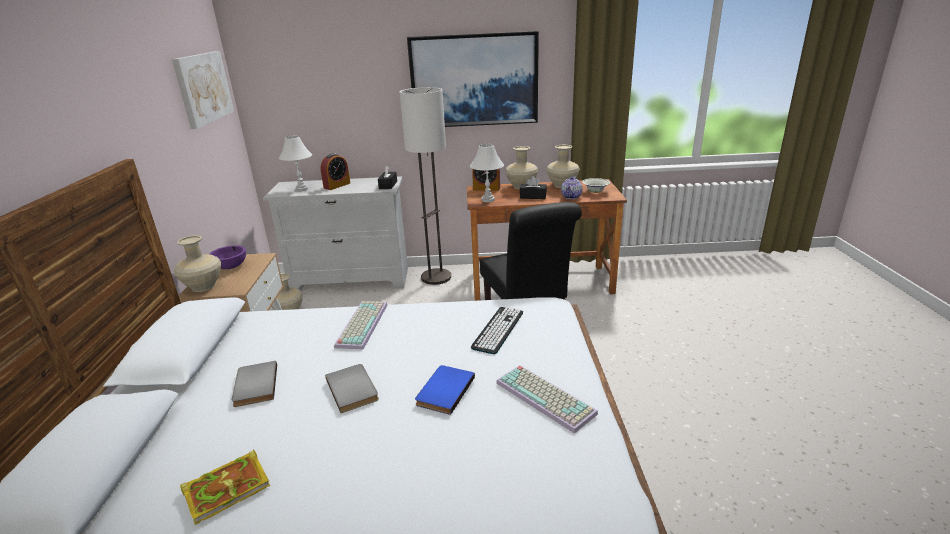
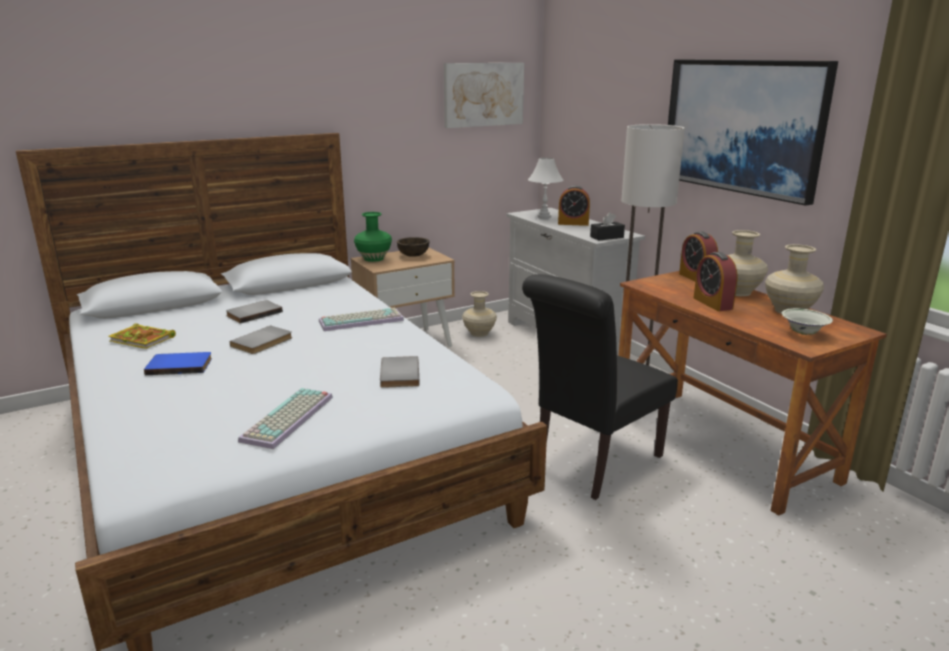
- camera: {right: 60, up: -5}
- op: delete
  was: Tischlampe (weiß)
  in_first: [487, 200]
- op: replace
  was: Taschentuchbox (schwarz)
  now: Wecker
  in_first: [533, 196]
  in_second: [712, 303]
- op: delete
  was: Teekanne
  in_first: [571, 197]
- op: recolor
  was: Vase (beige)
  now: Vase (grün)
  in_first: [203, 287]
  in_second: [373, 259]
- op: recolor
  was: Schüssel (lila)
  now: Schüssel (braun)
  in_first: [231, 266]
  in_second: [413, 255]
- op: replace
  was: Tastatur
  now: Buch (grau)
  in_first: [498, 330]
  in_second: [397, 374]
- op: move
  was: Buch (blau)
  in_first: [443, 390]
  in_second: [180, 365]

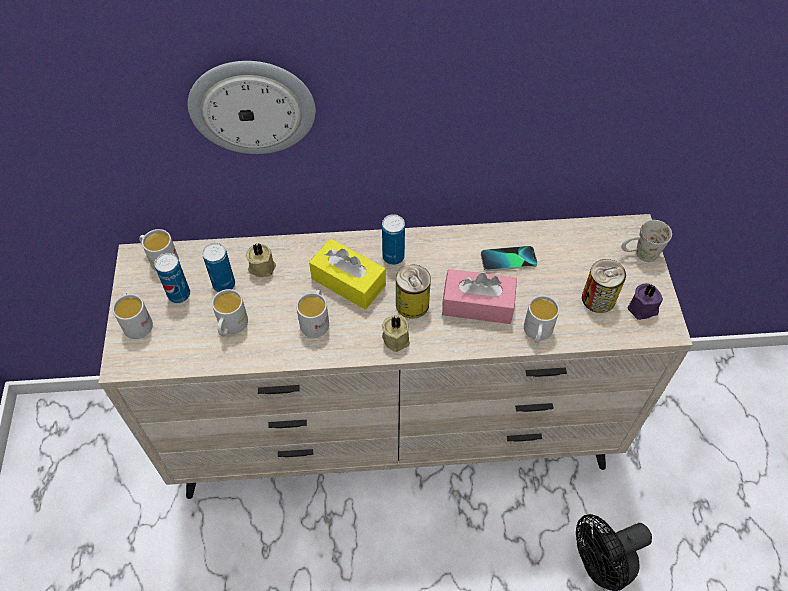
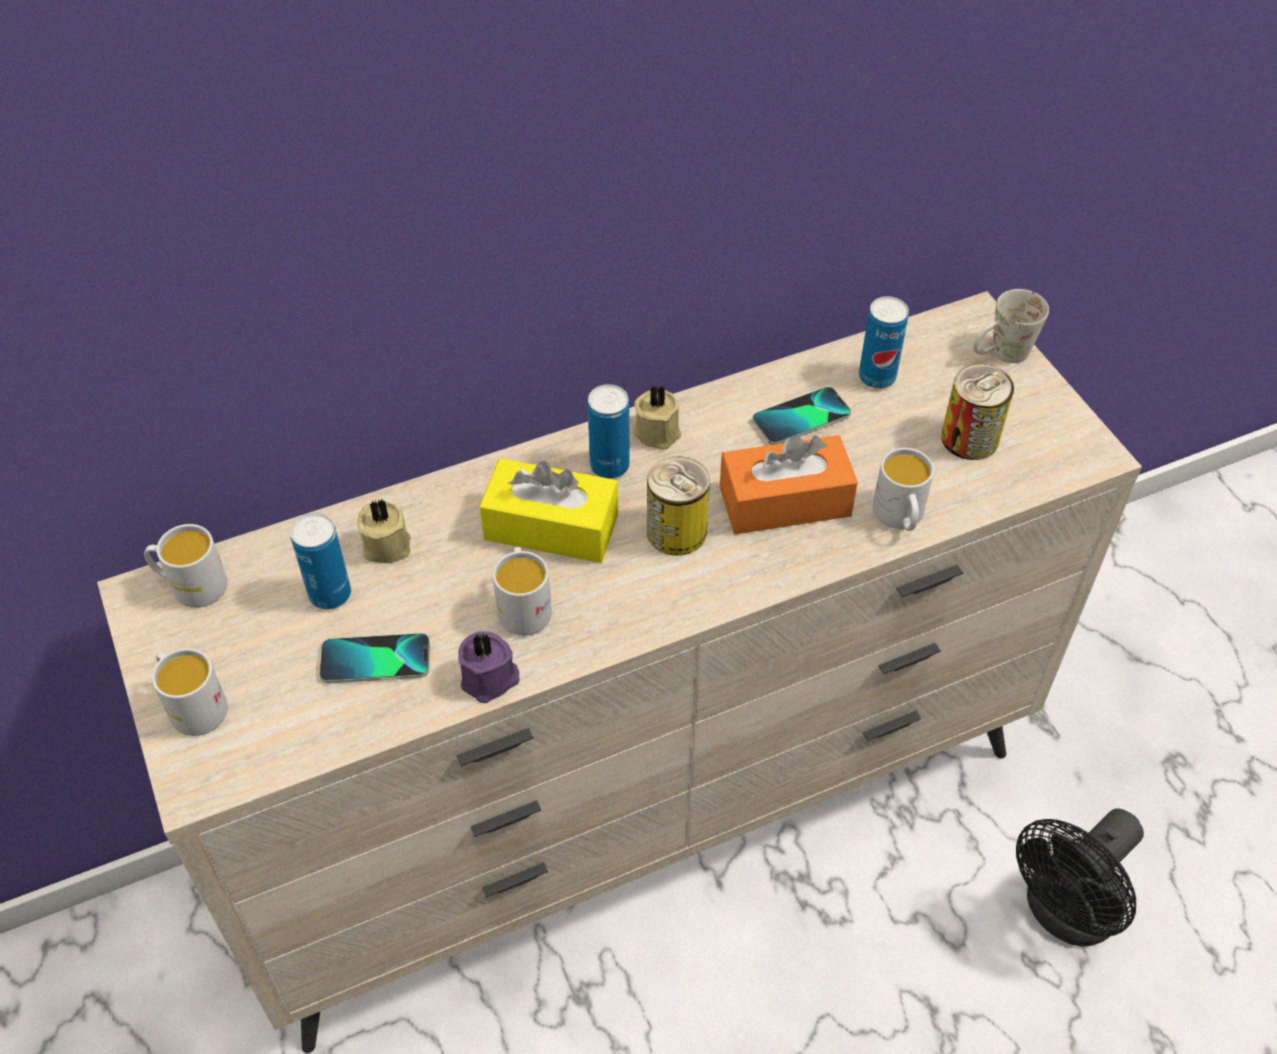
- camera: {right: -20, up: -5}
- op: delete
  was: Wanduhr
  in_first: [252, 106]
- op: move
  was: Dose
  in_first: [179, 294]
  in_second: [877, 377]
- op: recolor
  was: Taschentuchbox (rosa)
  now: Taschentuchbox (orange)
  in_first: [477, 304]
  in_second: [785, 501]
- op: move
  was: Kerze (lila)
  in_first: [643, 309]
  in_second: [490, 680]
- op: replace
  was: Henkelbecher (weiß)
  now: Handy
  in_first: [231, 326]
  in_second: [375, 660]
- op: move
  was: Kerze (beige)
  in_first: [396, 338]
  in_second: [657, 431]

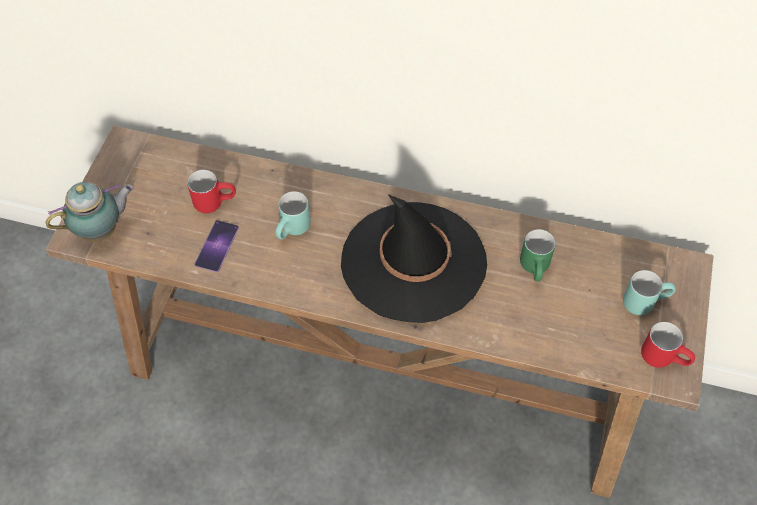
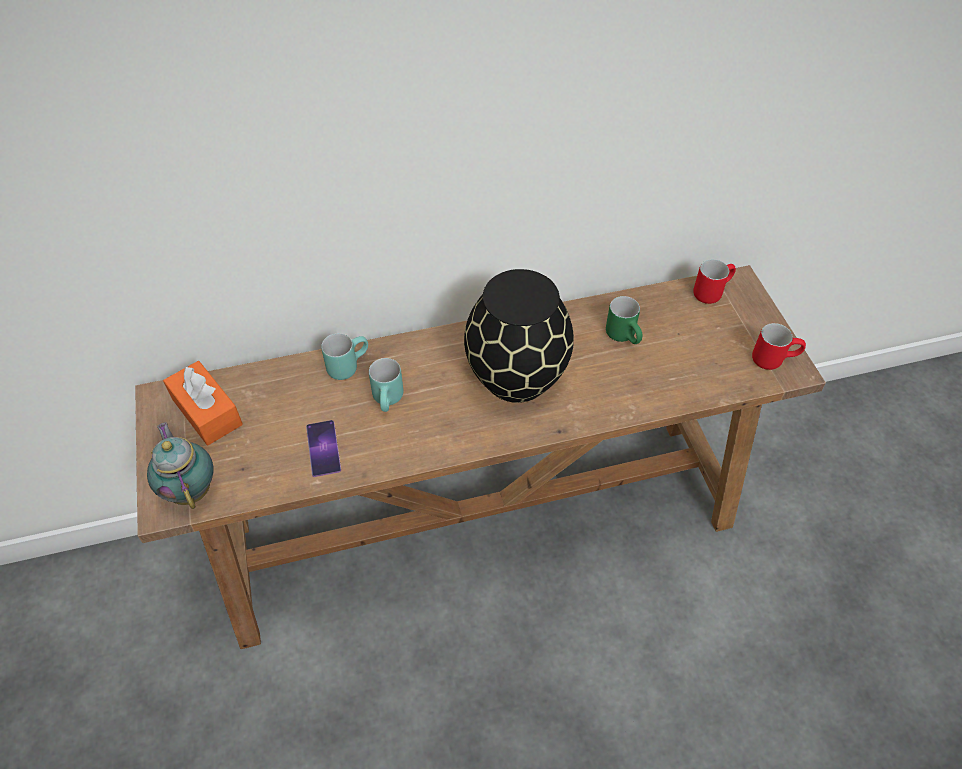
- camera: {right: -30, up: -5}
- op: move
  was: Henkelbecher (rot)
  in_first: [215, 201]
  in_second: [710, 291]
- op: rotate
  was: Teekanne
  in_first: [102, 230]
  in_second: [191, 488]
  clockwise: -60
- op: replace
  was: Hut (schwarz)
  now: Vase (schwarz)
  in_first: [413, 261]
  in_second: [518, 377]
- op: move
  was: Henkelbecher (türkis)
  in_first: [644, 300]
  in_second: [347, 365]
- op: insert
  now: Taschentuchbox (orange)
  in_second: [207, 412]

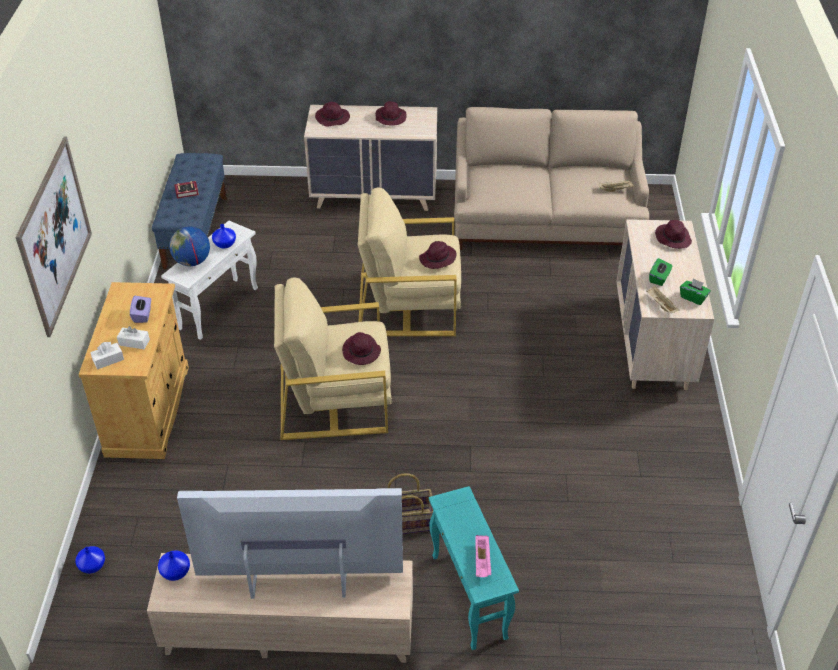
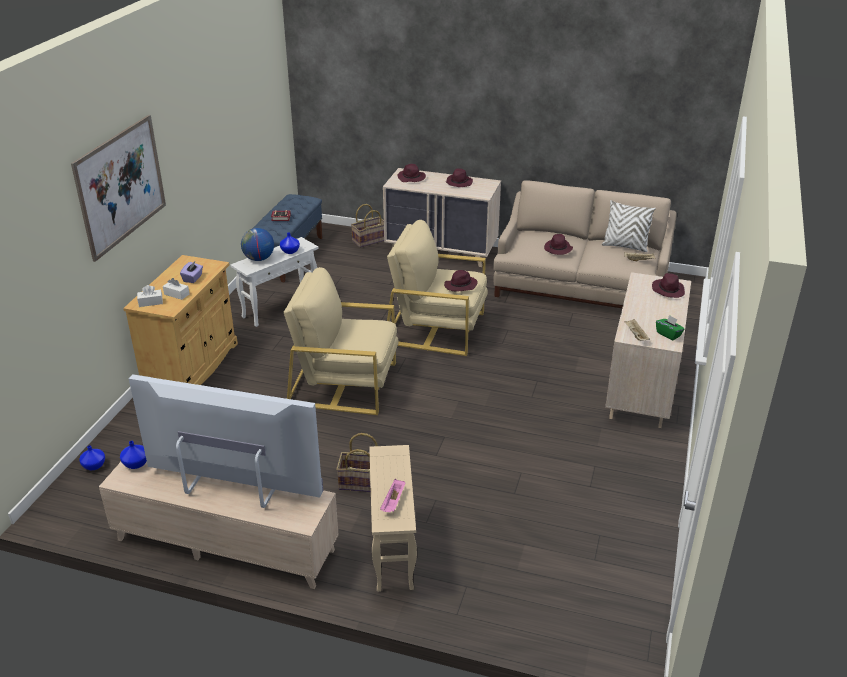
- camera: {right: 15, up: -10}
- op: delete
  was: Taschentuchbox (grün)
  in_first: [659, 278]
- op: move
  was: Hut (lila)
  in_first: [361, 352]
  in_second: [558, 249]
- op: recolor
  was: Beistelltisch (türkis)
  now: Beistelltisch (beige)
  in_first: [469, 596]
  in_second: [393, 549]
- op: insert
  now: Kissen (weiß)
  in_second: [625, 246]
- op: insert
  now: Korb
  in_second: [369, 240]

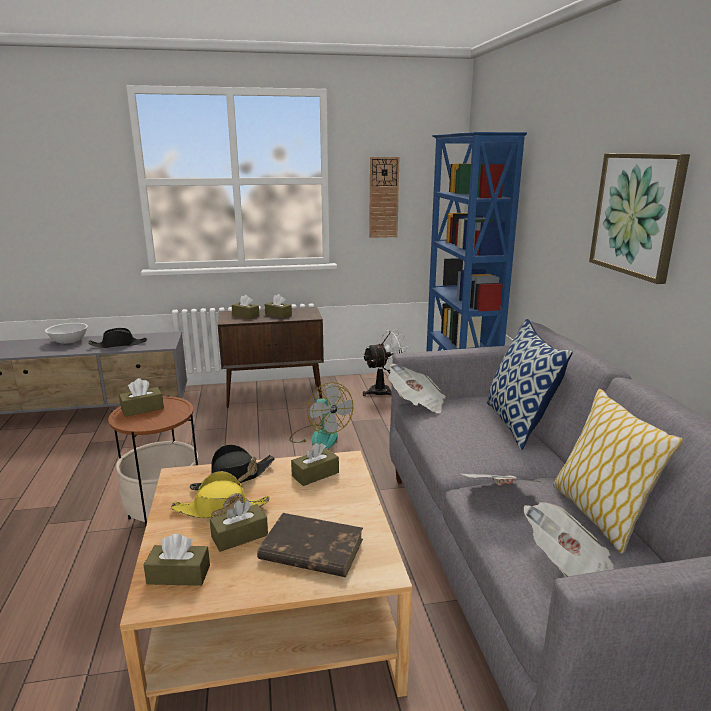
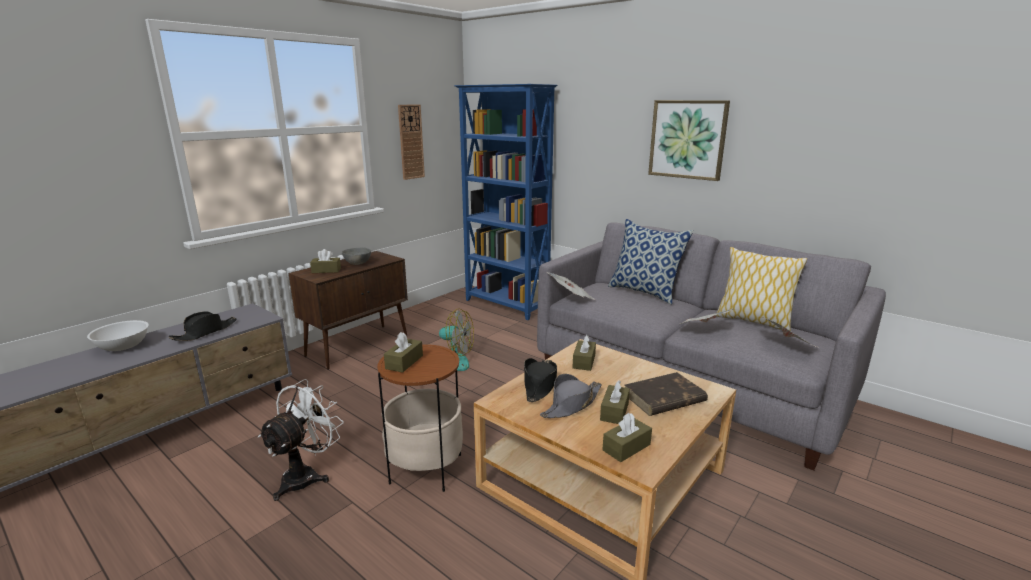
- camera: {right: -40, up: 0}
- op: replace
  was: Taschentuchbox (braun)
  now: Schüssel (grau)
  in_first: [278, 315]
  in_second: [357, 263]
- op: move
  was: Ventilator (weiß)
  in_first: [385, 391]
  in_second: [306, 476]
- op: recolor
  was: Hut (gelb)
  now: Hut (grau)
  in_first: [220, 509]
  in_second: [571, 405]

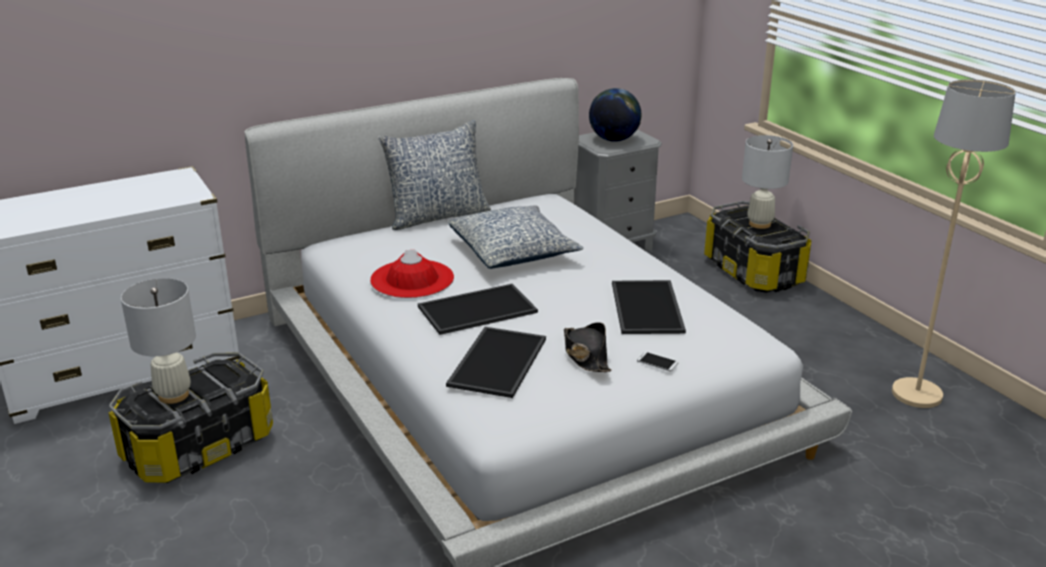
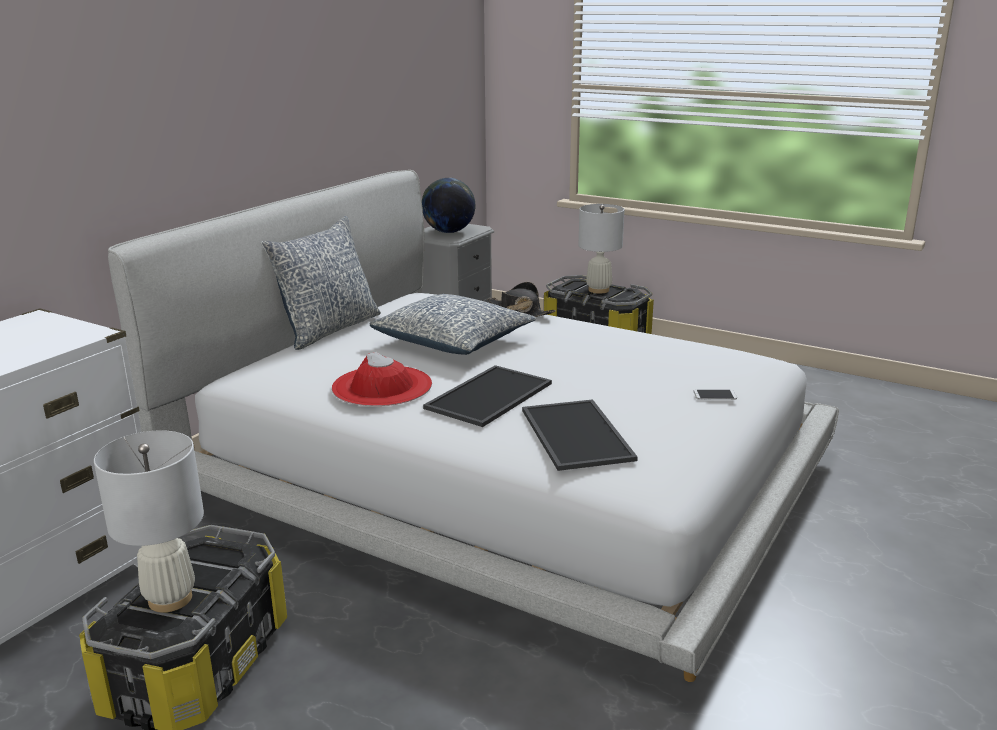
- camera: {right: -30, up: -5}
- op: delete
  was: Stehlampe (beige)
  in_first: [917, 394]
- op: delete
  was: Tablett
  in_first: [648, 308]
- op: move
  was: Hut (schwarz)
  in_first: [585, 355]
  in_second: [520, 311]

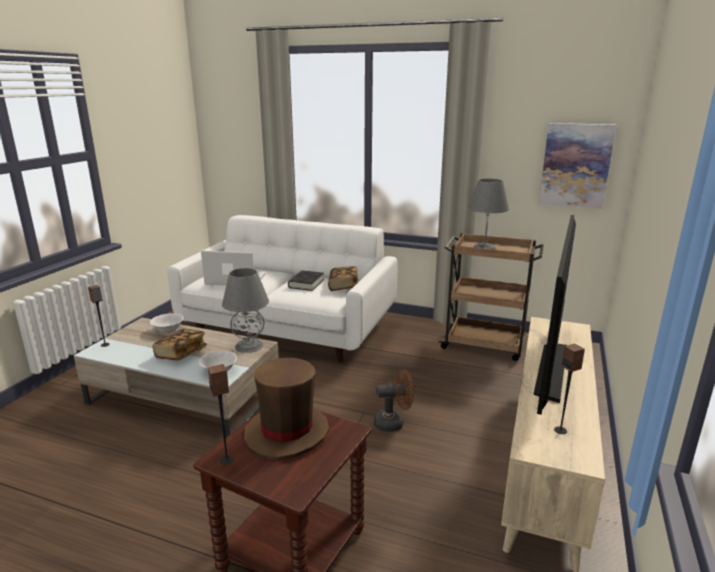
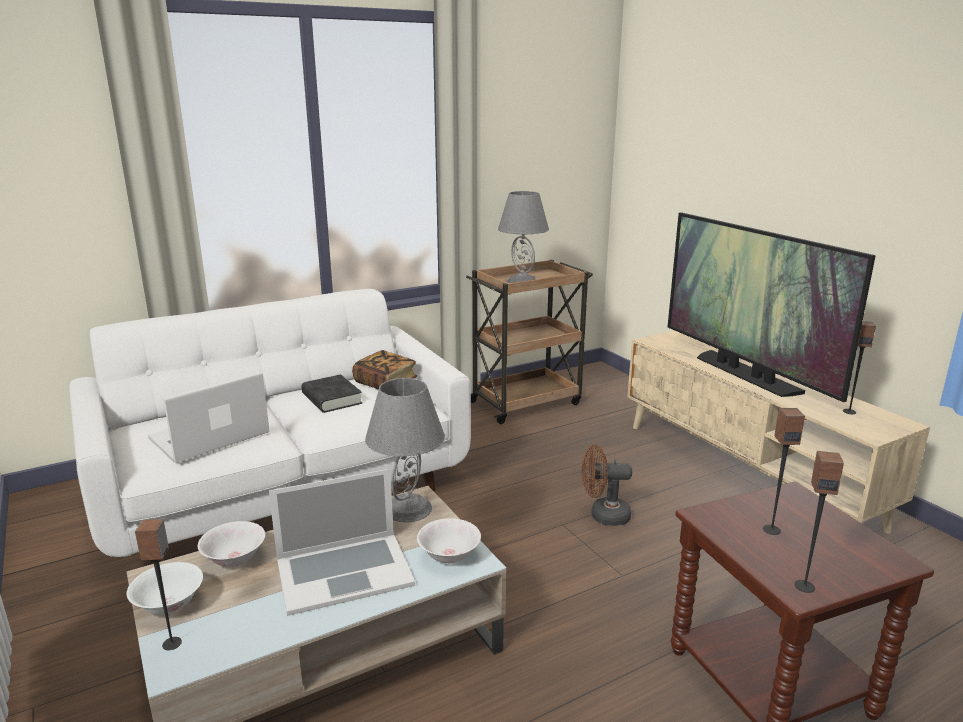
- camera: {right: -50, up: 0}
- op: delete
  was: Bild
  in_first: [575, 165]
- op: replace
  was: Buch
  now: Laptop
  in_first: [181, 354]
  in_second: [344, 572]
- op: replace
  was: Hut (braun)
  now: Lautsprecher
  in_first: [287, 433]
  in_second: [771, 529]
- op: rotate
  was: Ventilator (braun)
  in_first: [393, 422]
  in_second: [603, 515]
  clockwise: -120
- op: insert
  now: Schüssel (weiß)
  in_second: [169, 604]

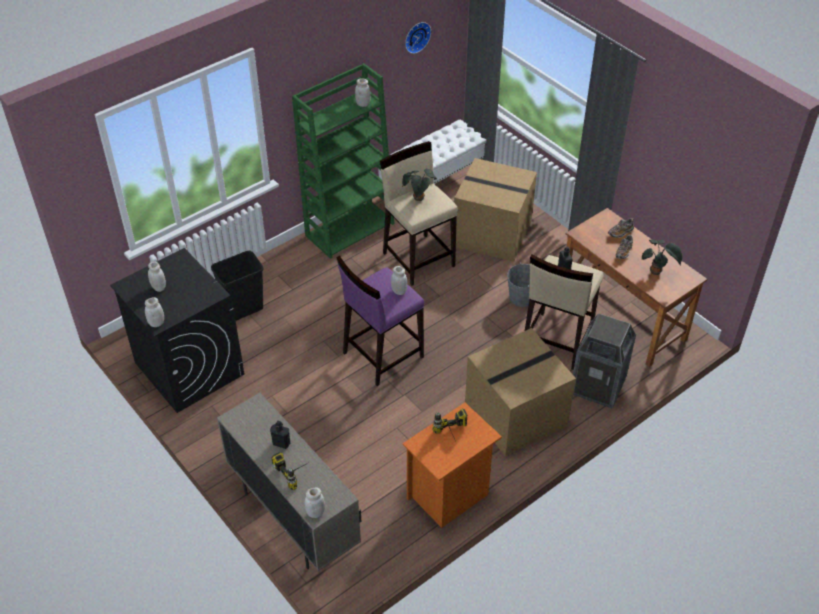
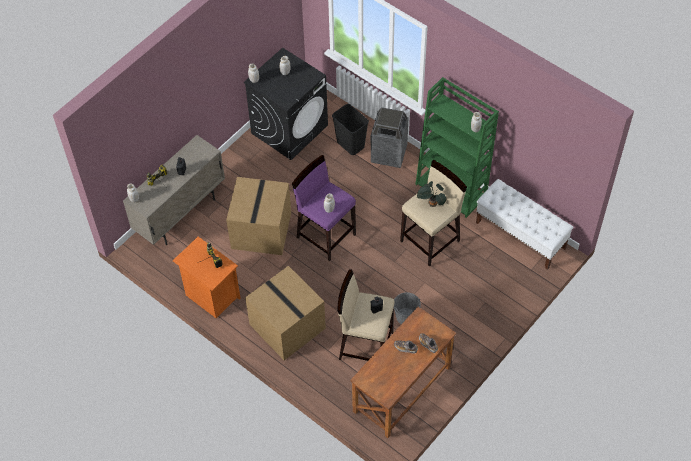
- camera: {right: 80, up: 10}
- op: delete
  was: Wanduhr
  in_first: [416, 36]
- op: move
  was: Karton
  in_first: [493, 232]
  in_second: [262, 231]
- op: delete
  was: Topfpflanze
  in_first: [657, 272]
- op: move
  was: Mülleimer
  in_first: [598, 386]
  in_second: [389, 154]

